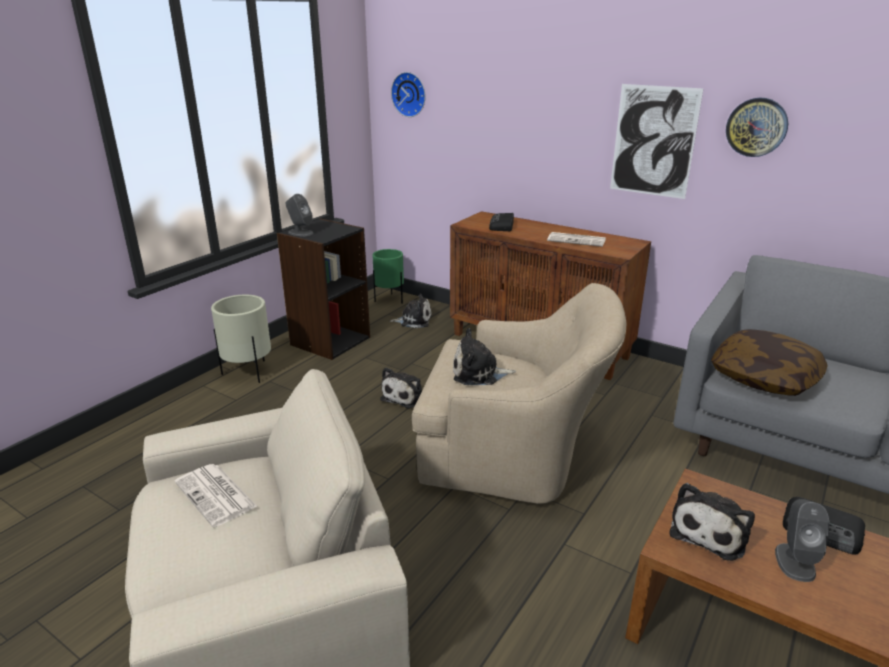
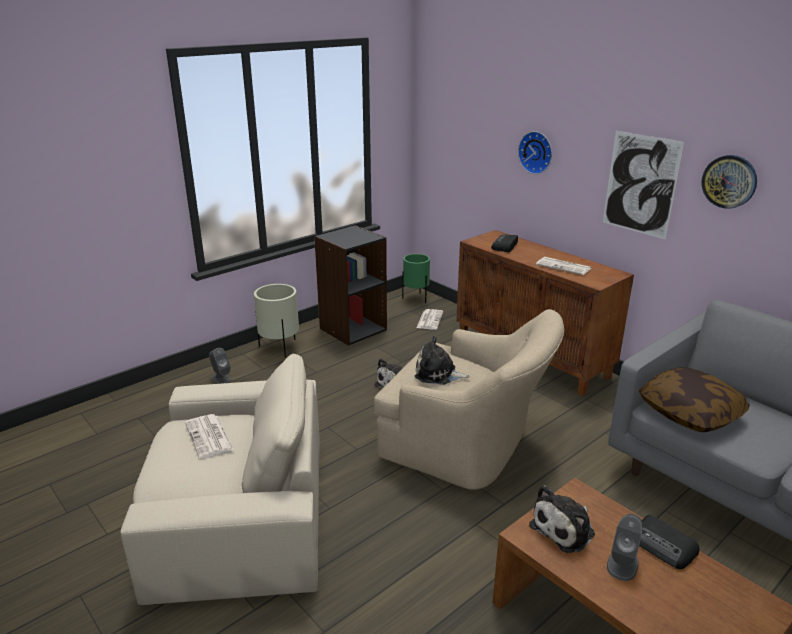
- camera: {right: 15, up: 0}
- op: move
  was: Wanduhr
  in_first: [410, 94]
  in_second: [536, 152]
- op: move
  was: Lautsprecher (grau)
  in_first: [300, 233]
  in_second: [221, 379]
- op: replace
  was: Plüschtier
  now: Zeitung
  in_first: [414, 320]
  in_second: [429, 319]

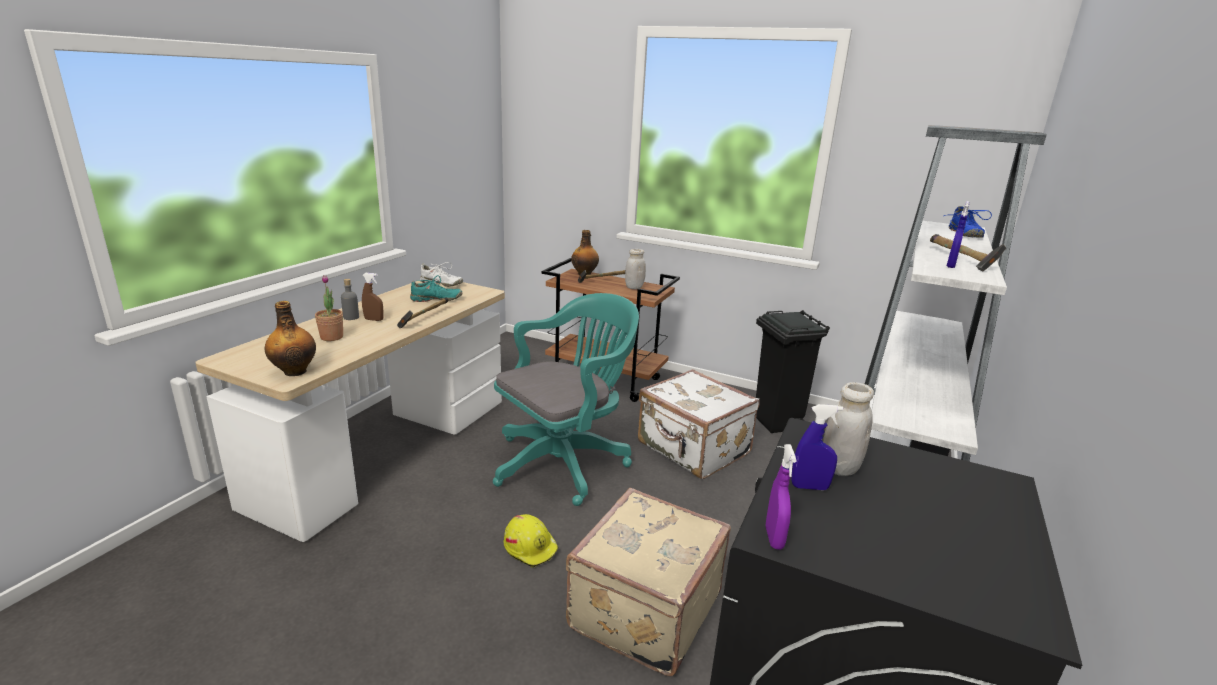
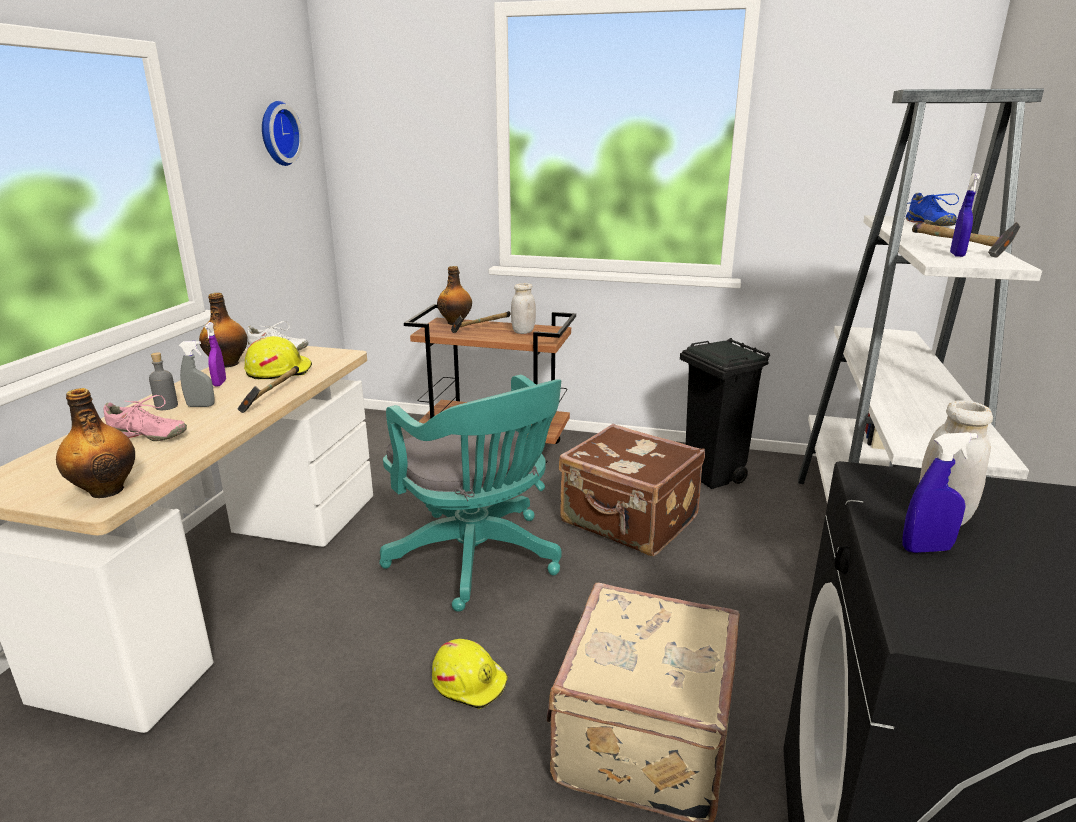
- camera: {right: -10, up: 0}
- op: recolor
  was: Sprühflasche (braun)
  now: Sprühflasche (grau)
  in_first: [374, 320]
  in_second: [201, 406]
- op: replace
  was: Topfpflanze
  now: Schuh (rosa)
  in_first: [332, 337]
  in_second: [147, 436]
- op: replace
  was: Schuh (türkis)
  now: Schutzhelm (gelb)
  in_first: [436, 299]
  in_second: [279, 371]
- op: rotate
  was: Bürostuhl (türkis)
  in_first: [565, 461]
  in_second: [478, 560]
  clockwise: 105
- op: recolor
  was: Koffer (weiß)
  now: Koffer (braun)
  in_first: [692, 449]
  in_second: [629, 521]
- op: move
  was: Sprühflasche (lila)
  in_first: [774, 538]
  in_second: [219, 383]
- op: insert
  now: Wanduhr
  in_second: [277, 133]
- op: insert
  now: Flasche
  in_second: [228, 363]

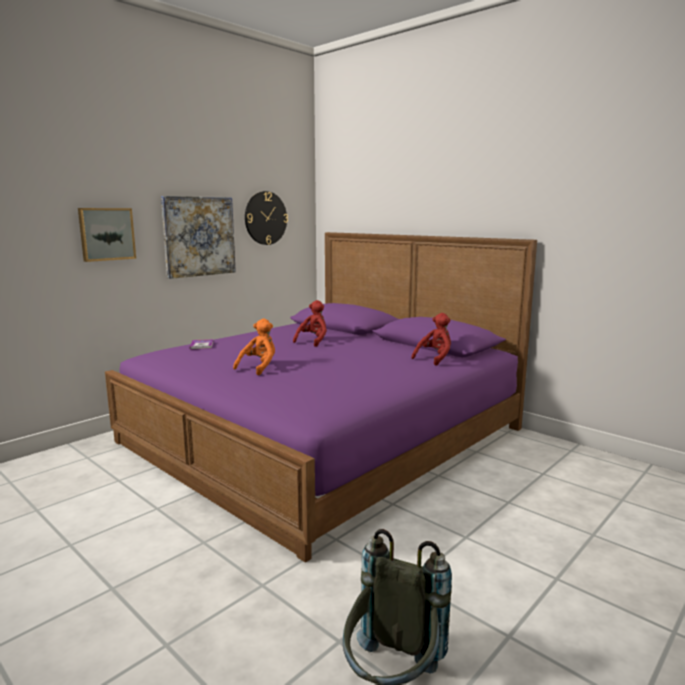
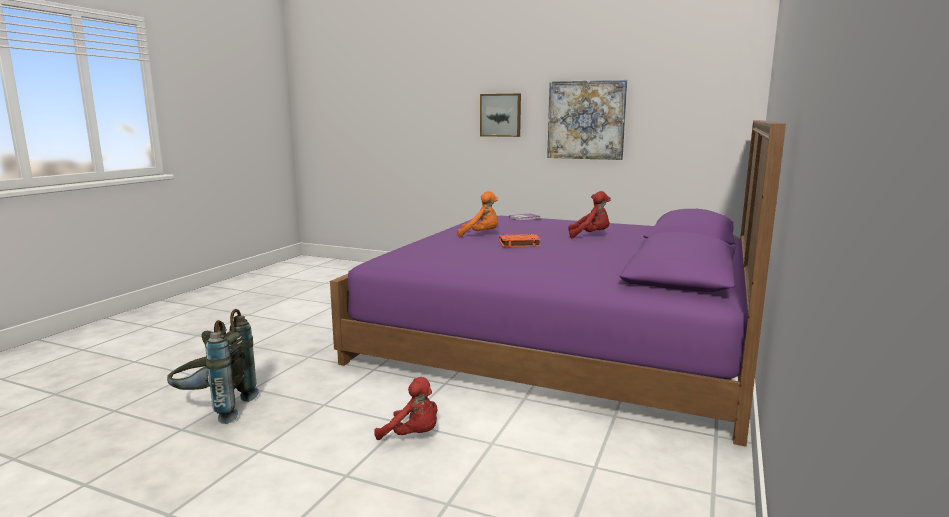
- camera: {right: 70, up: 0}
- op: delete
  was: Wanduhr
  in_first: [265, 218]
- op: move
  was: Plüschtier (rot)
  in_first: [435, 358]
  in_second: [413, 435]
- op: insert
  now: Buch (orange)
  in_second: [519, 244]

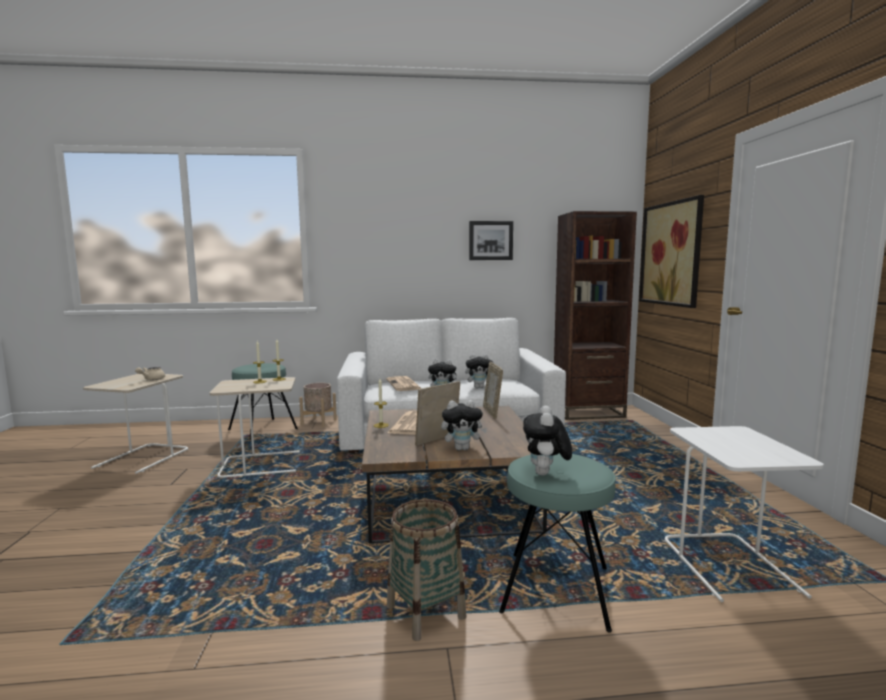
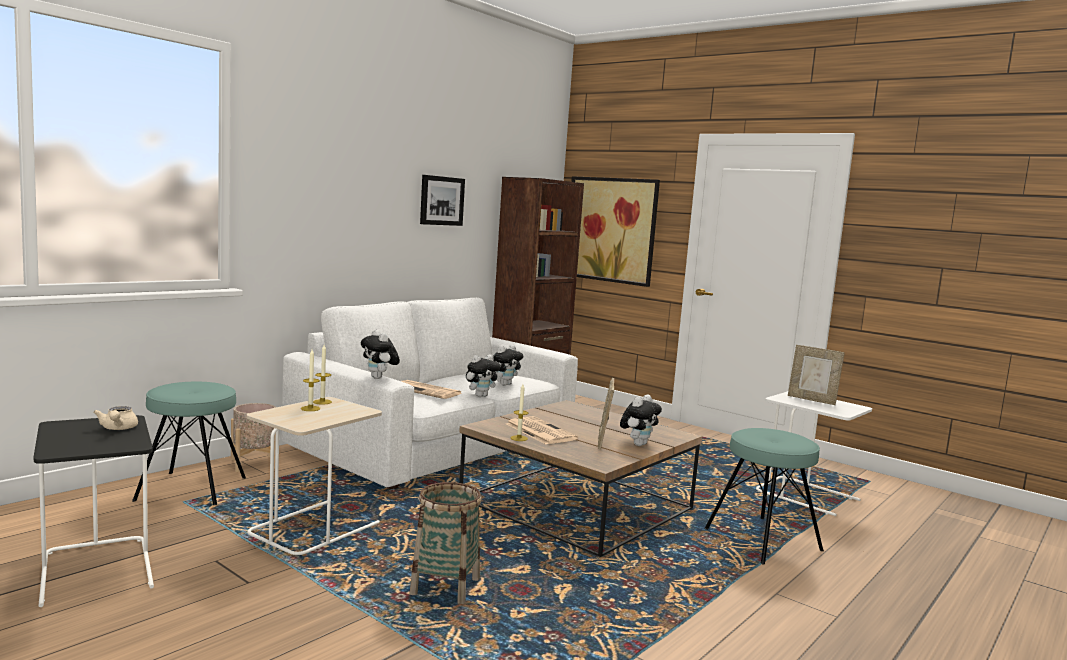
- camera: {right: -45, up: 0}
- op: move
  was: Bilderrahmen
  in_first: [492, 413]
  in_second: [812, 400]
- op: recolor
  was: Beistelltisch (beige)
  now: Beistelltisch (schwarz)
  in_first: [143, 459]
  in_second: [98, 570]
- op: move
  was: Plüschtier
  in_first: [546, 474]
  in_second: [379, 378]
- op: move
  was: Korb
  in_first: [426, 612]
  in_second: [445, 587]

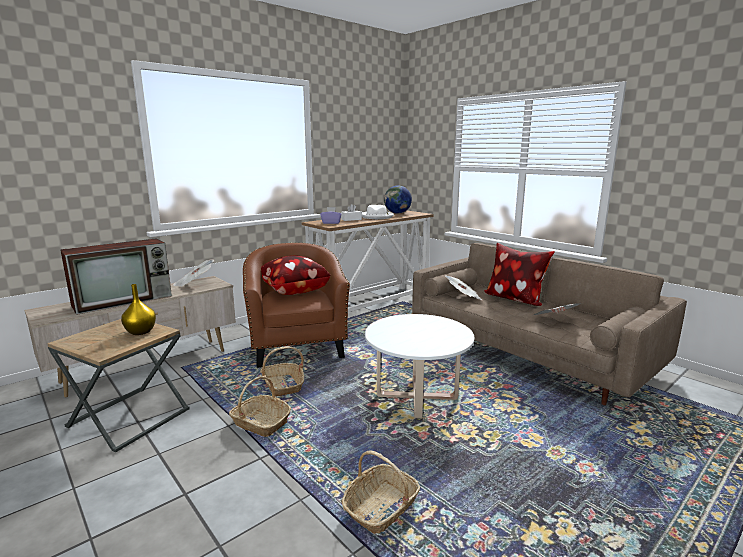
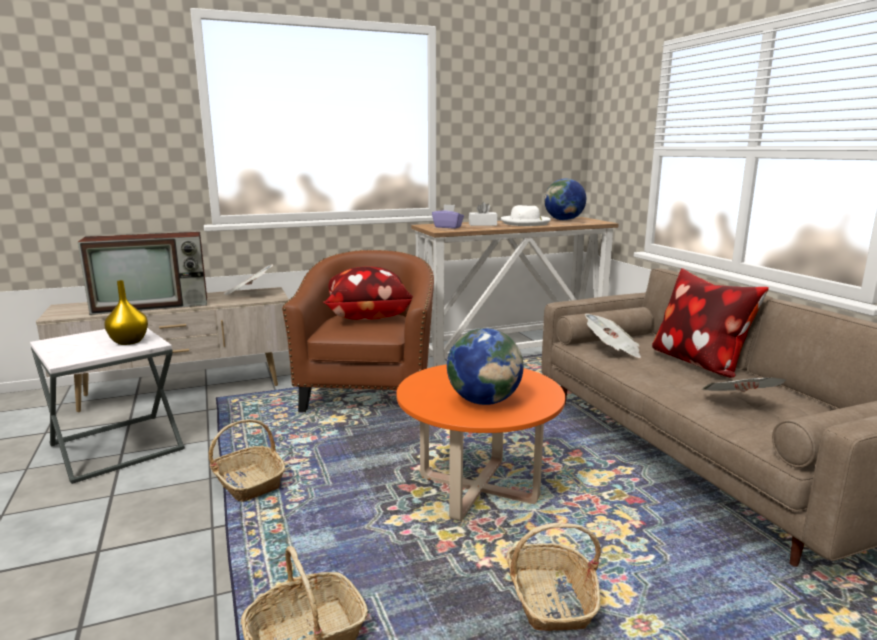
- camera: {right: 20, up: 0}
- op: recolor
  was: Couchtisch (weiß)
  now: Couchtisch (orange)
  in_first: [417, 397]
  in_second: [478, 489]
- op: recolor
  was: Beistelltisch (braun)
  now: Beistelltisch (weiß)
  in_first: [129, 418]
  in_second: [117, 447]
- op: move
  was: Korb
  in_first: [283, 385]
  in_second: [550, 599]
- op: insert
  now: Globus
  in_second: [484, 401]

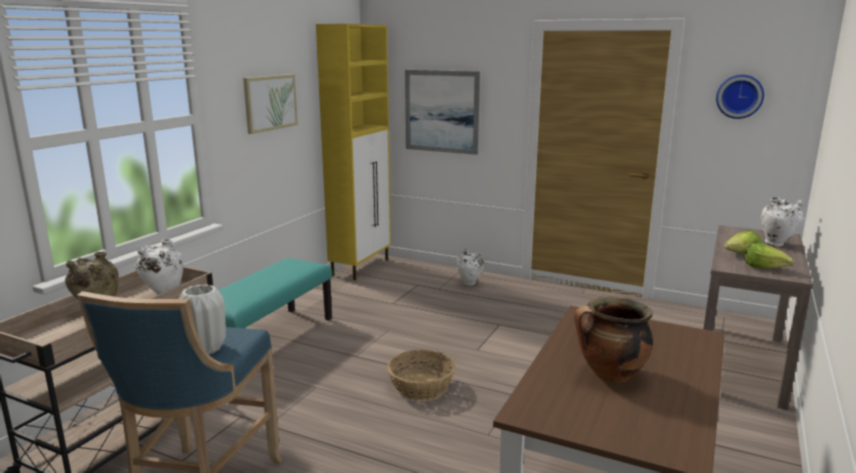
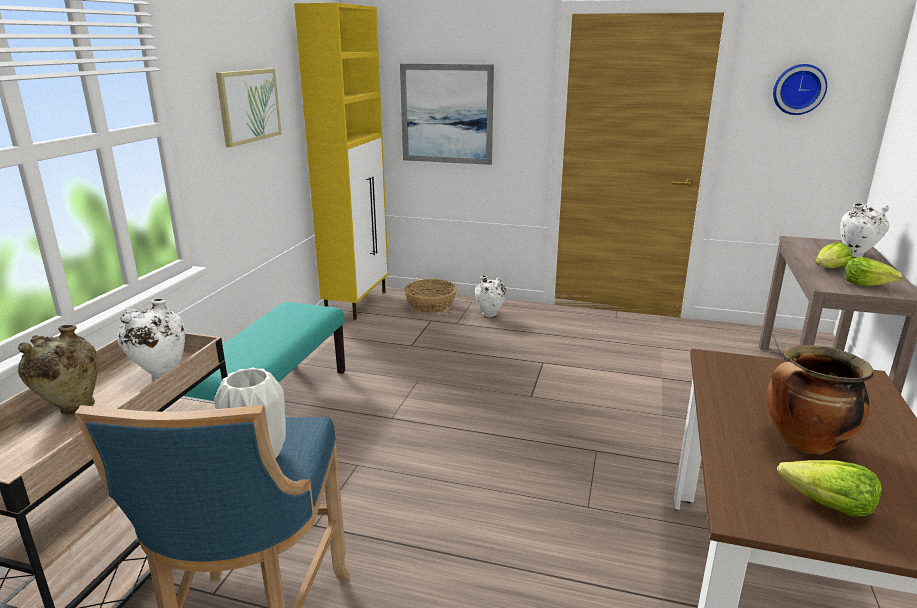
- camera: {right: -10, up: 5}
- op: move
  was: Korb
  in_first: [421, 386]
  in_second: [431, 305]
- op: insert
  now: Salatkopf
  in_second: [827, 505]

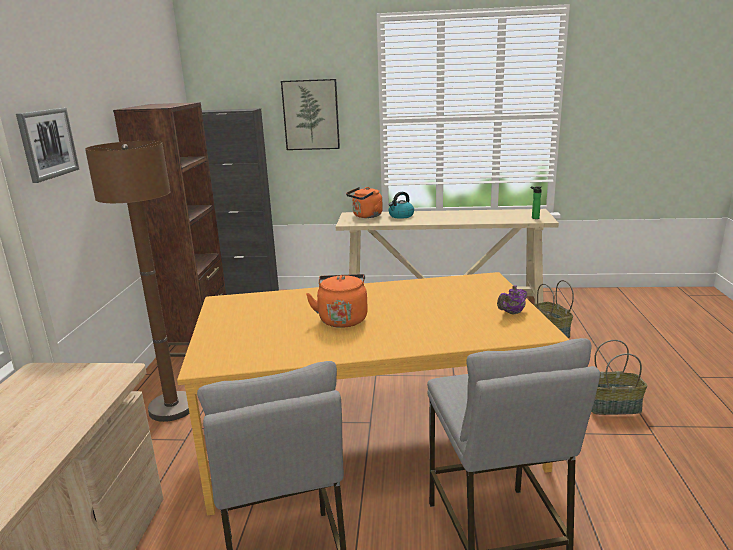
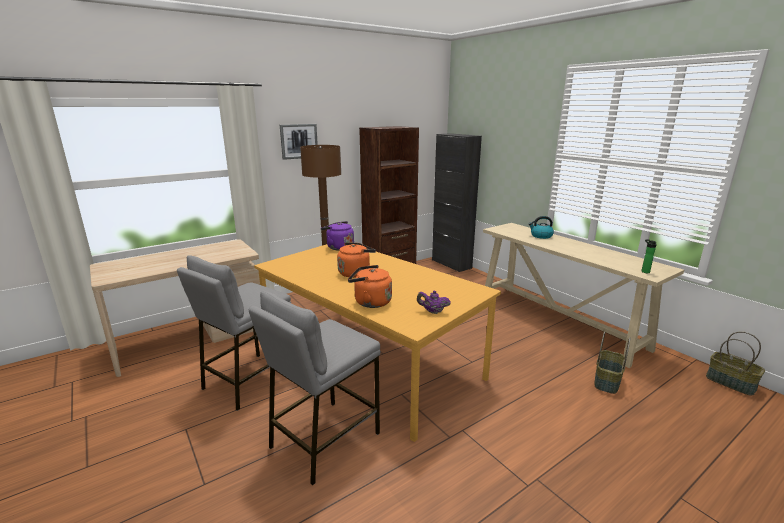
- camera: {right: 50, up: 0}
- op: delete
  was: Bild
  in_first: [311, 115]
- op: move
  was: Wasserkessel (orange)
  in_first: [366, 216]
  in_second: [370, 302]
- op: move
  was: Korb
  in_first: [613, 406]
  in_second: [731, 383]
- op: insert
  now: Wasserkessel (lila)
  in_second: [338, 247]

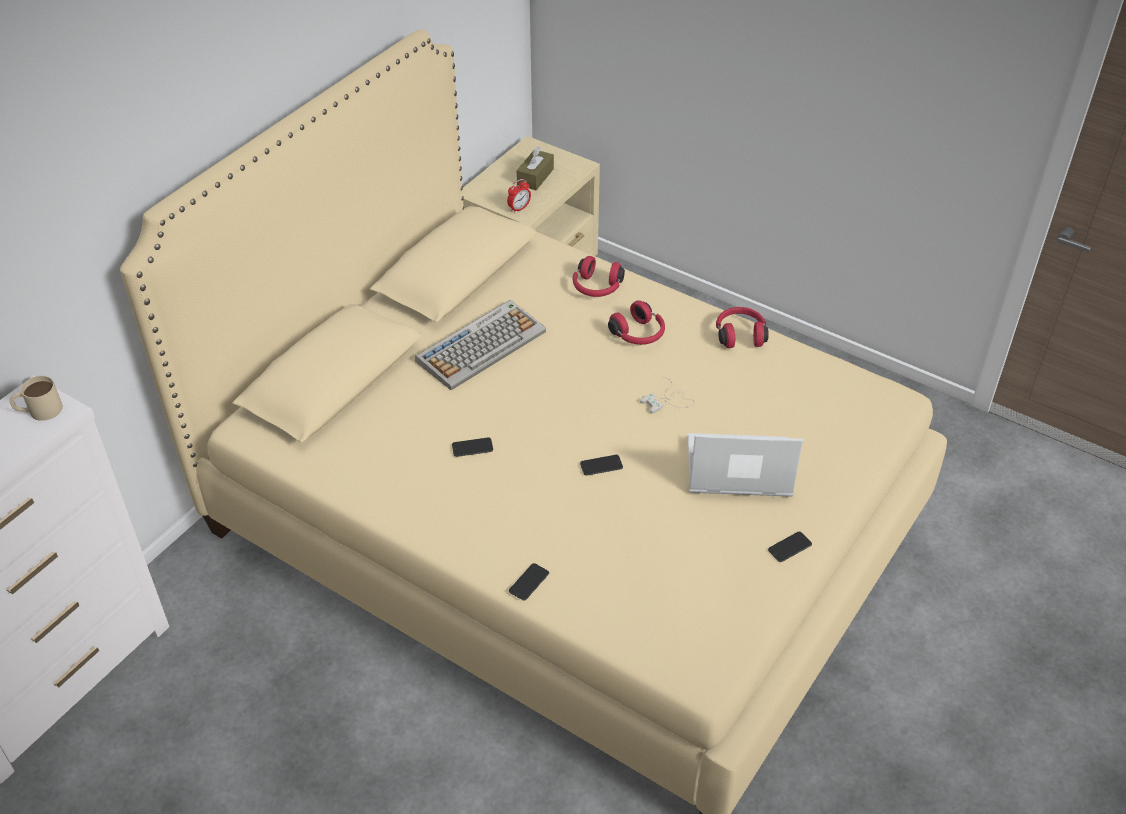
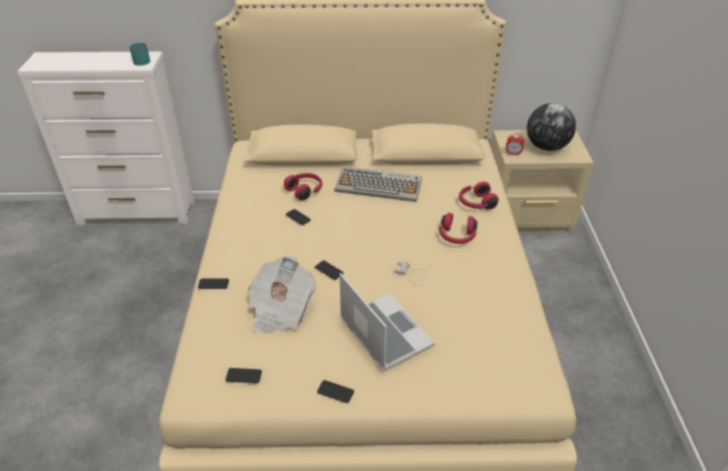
- camera: {right: 55, up: -5}
- op: replace
  was: Taschentuchbox (braun)
  now: Globus
  in_first: [535, 177]
  in_second: [546, 147]
- op: move
  was: Kopfhörer (rot)
  in_first: [740, 335]
  in_second: [305, 191]
- op: recolor
  was: Henkelbecher (beige)
  now: Henkelbecher (türkis)
  in_first: [39, 410]
  in_second: [139, 61]
- op: insert
  now: Zeitung
  in_second: [280, 309]
- op: insert
  now: Handy
  in_second: [243, 376]

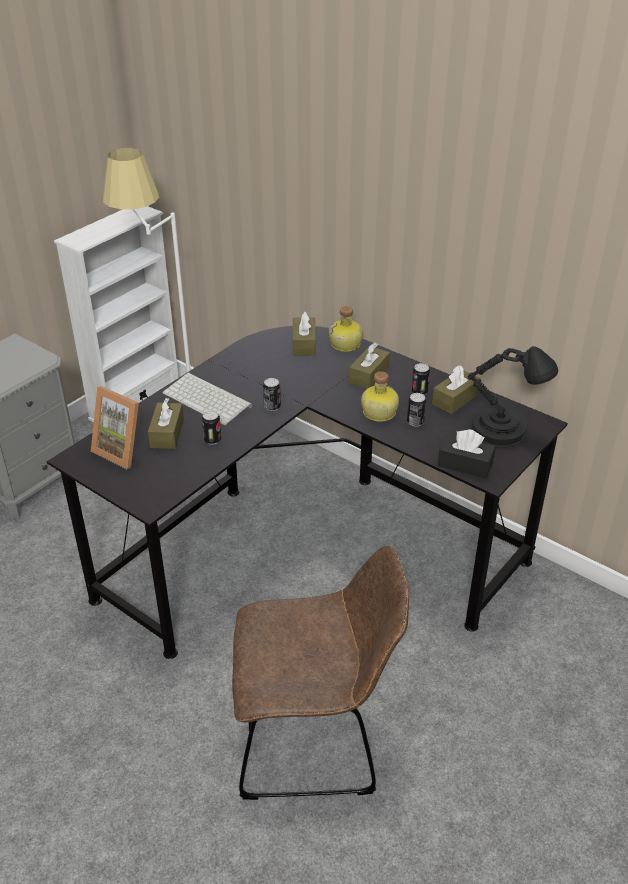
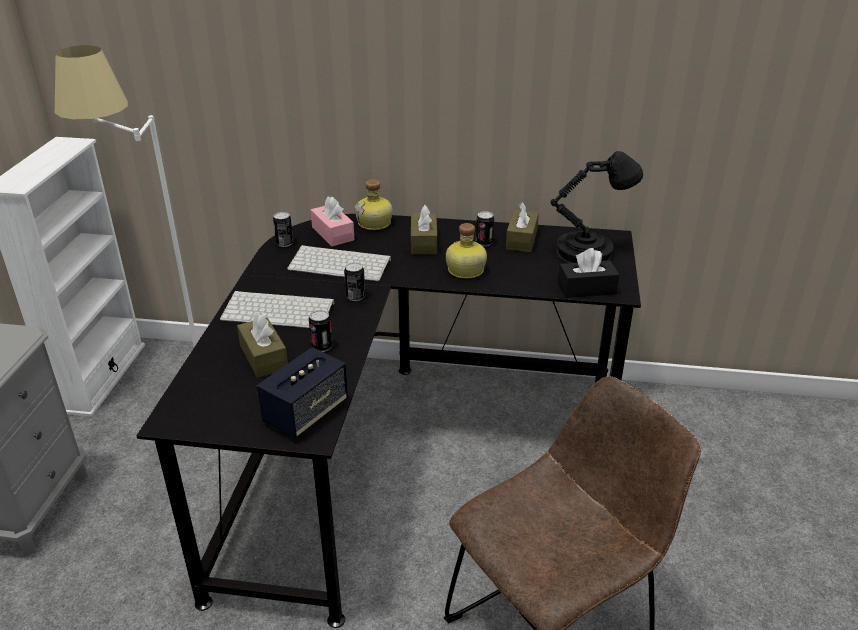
- camera: {right: -30, up: -5}
- op: recolor
  was: Taschentuchbox (braun)
  now: Taschentuchbox (rosa)
  in_first: [304, 344]
  in_second: [333, 234]
- op: delete
  was: Bilderrahmen
  in_first: [123, 450]
- op: move
  was: Dose
  in_first: [415, 422]
  in_second: [284, 243]
- op: insert
  now: Tastatur
  in_second: [341, 264]
- op: insert
  now: Lautsprecher
  in_second: [306, 413]

